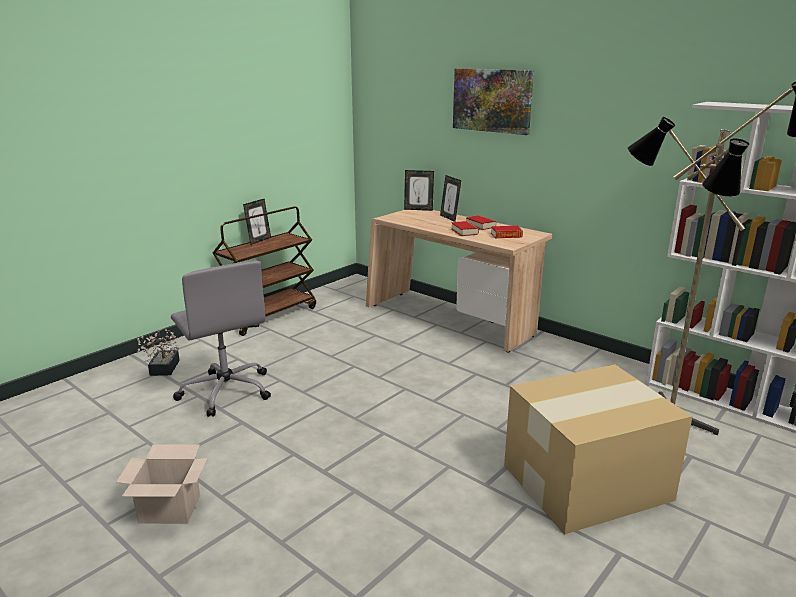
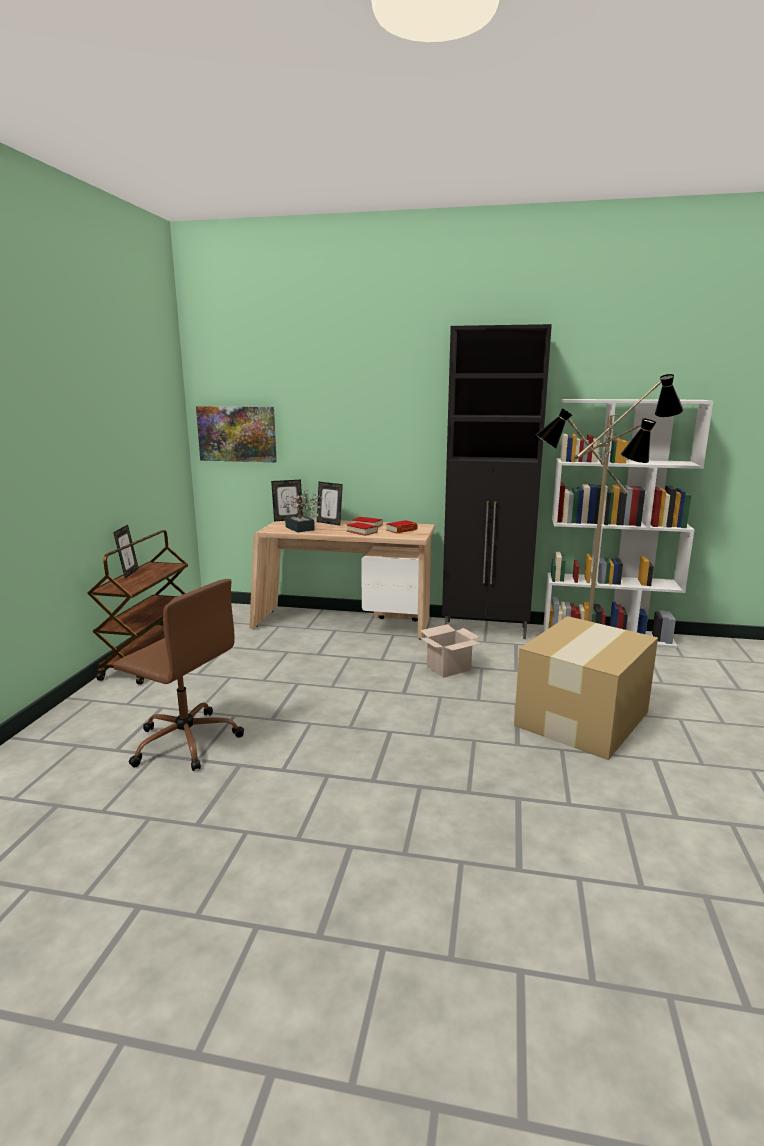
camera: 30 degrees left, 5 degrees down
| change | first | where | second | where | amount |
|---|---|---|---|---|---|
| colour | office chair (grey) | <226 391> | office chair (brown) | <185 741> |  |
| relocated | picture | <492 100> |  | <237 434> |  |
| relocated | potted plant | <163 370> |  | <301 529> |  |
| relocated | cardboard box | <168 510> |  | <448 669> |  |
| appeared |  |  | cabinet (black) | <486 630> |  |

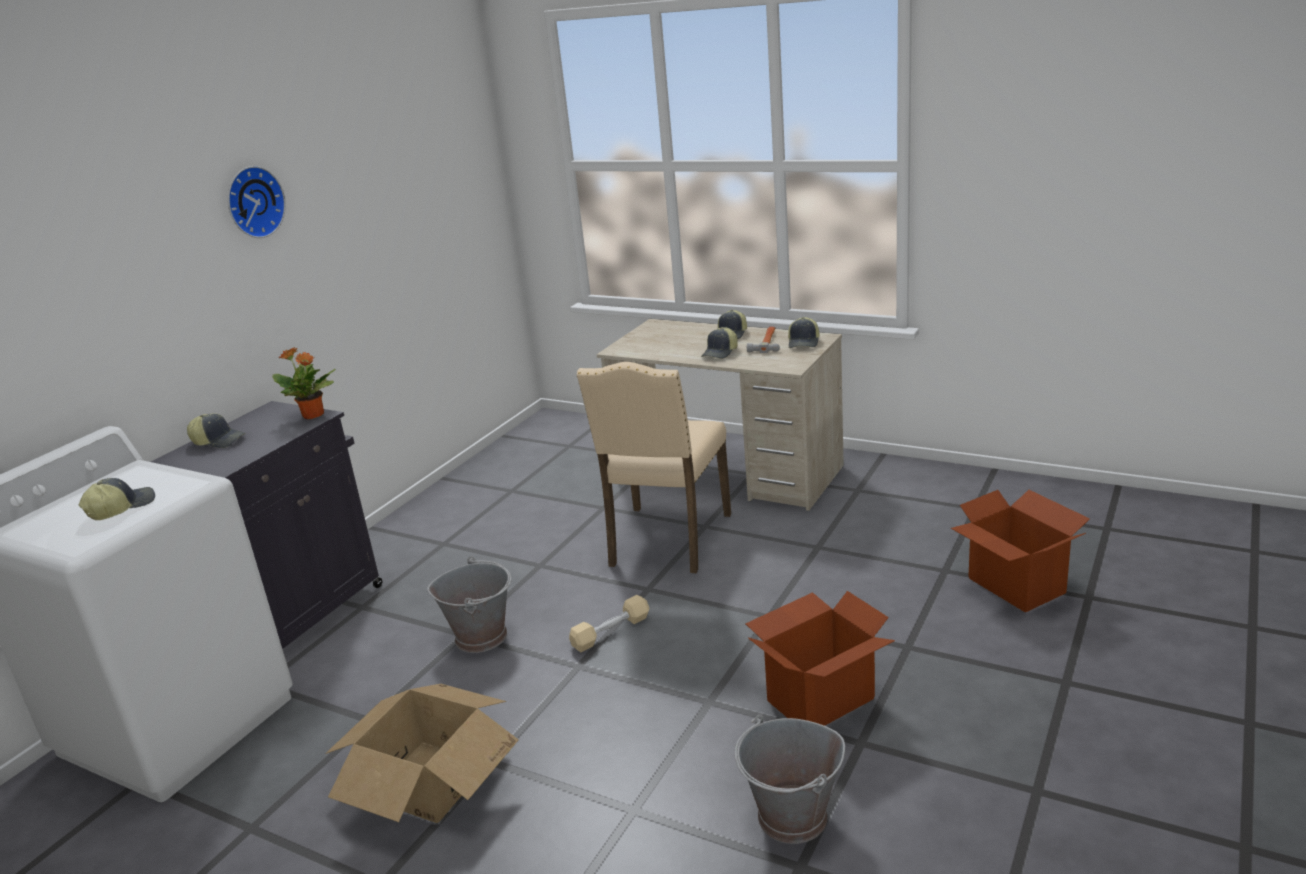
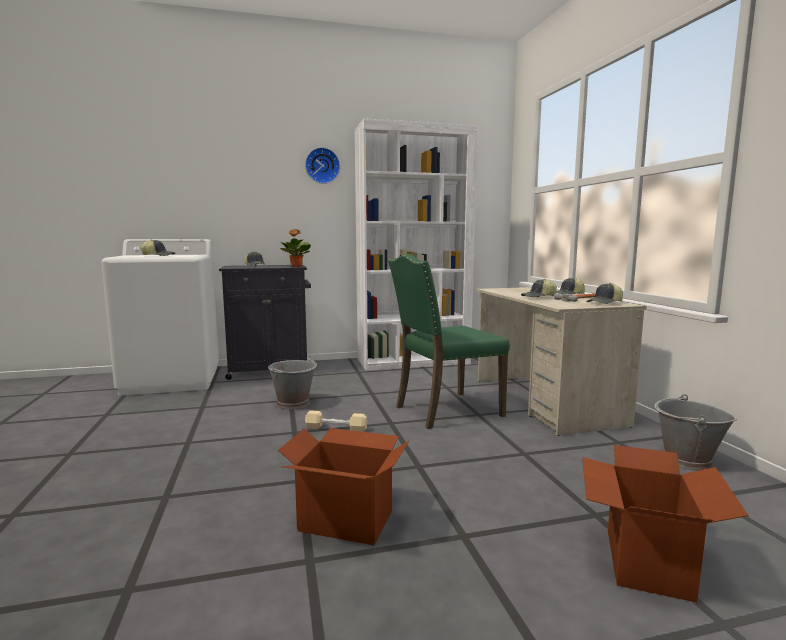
camera: 45 degrees right, 15 degrees down
| change | first | where | second | where | amount |
|---|---|---|---|---|---|
| appeared |  |  | bookcase (white) | <413 361> |  |
| colour | chair (beige) | <667 541> | chair (green) | <445 411> |  |
| relocated | bucket (grey) | <792 818> |  | <686 460> |  |
| missing | cardboard box | <430 780> |  |  |  |

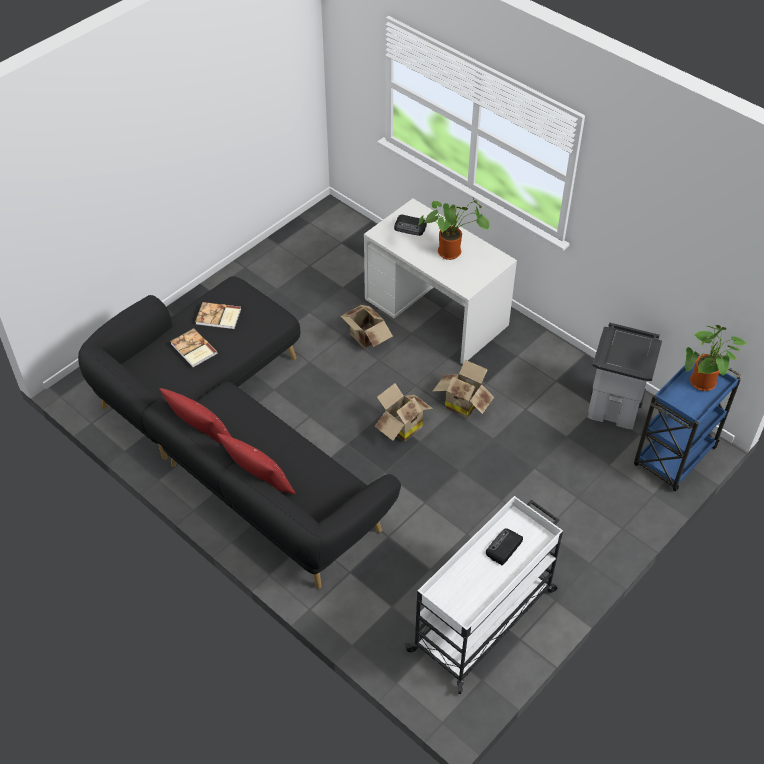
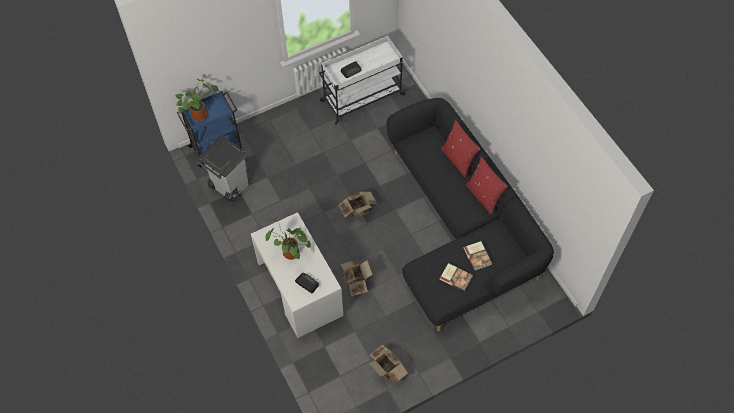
camera: 160 degrees left, 10 degrees up
| change | first | where | second | where | amount |
|---|---|---|---|---|---|
| relocated | cardboard box | <462 403> |  | <386 370> |  |

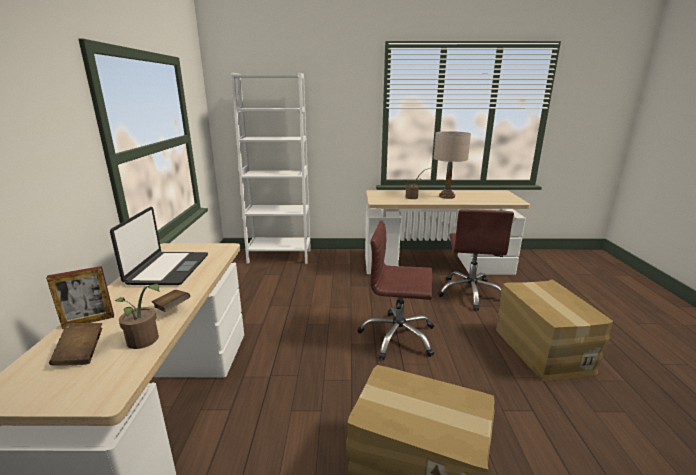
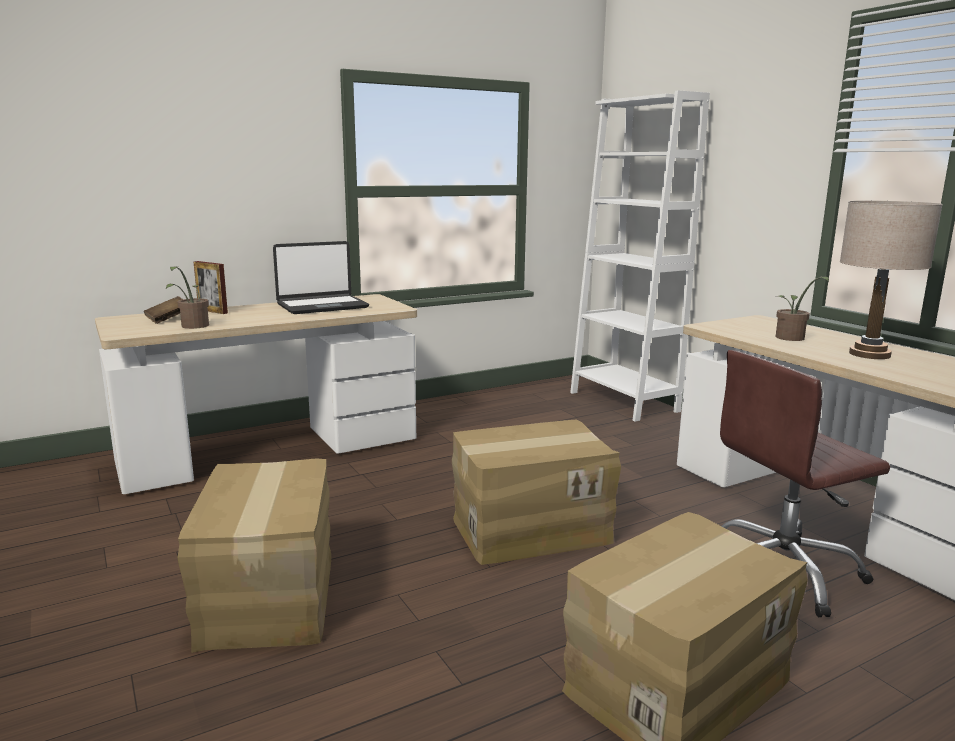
camera: 60 degrees right, 5 degrees down
| change | first | where | second | where | amount |
|---|---|---|---|---|---|
| exchanged | office chair (brown) | <398 337> | cardboard box | <530 529> |  |
| missing | book (brown) | <172 309> |  |  |  |

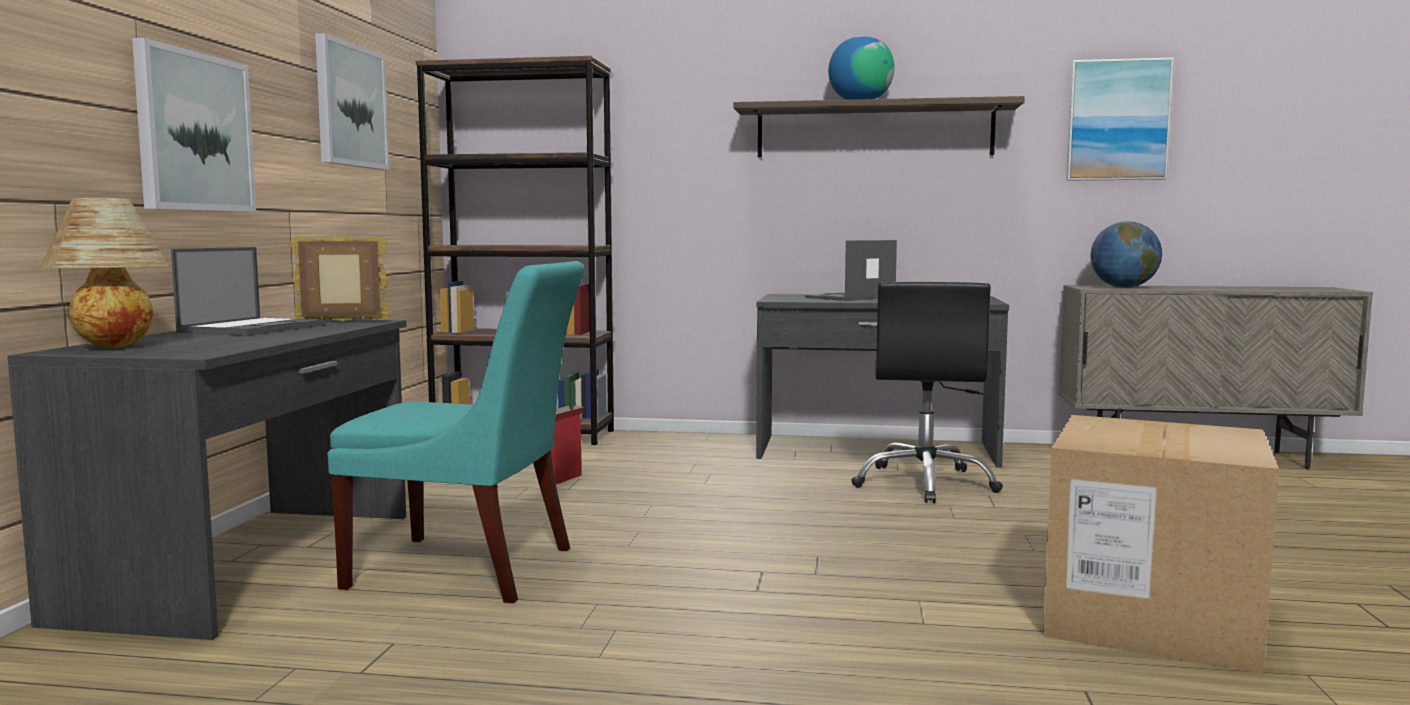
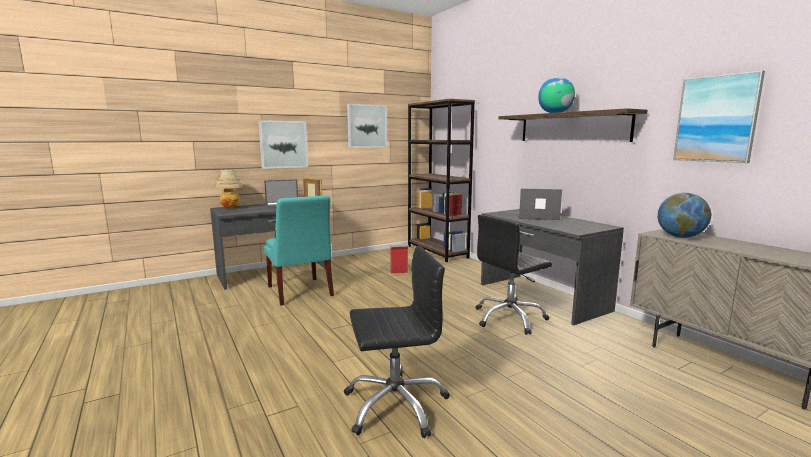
camera: 50 degrees right, 5 degrees up
| change | first | where | second | where | amount |
|---|---|---|---|---|---|
| exchanged | cardboard box | <1151 618> | office chair (black) | <395 404> |  |

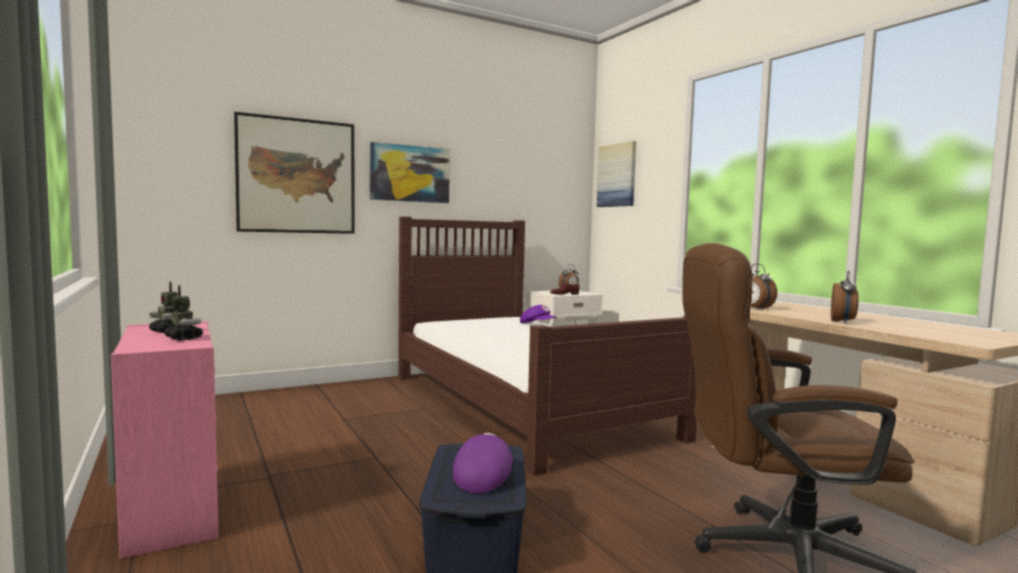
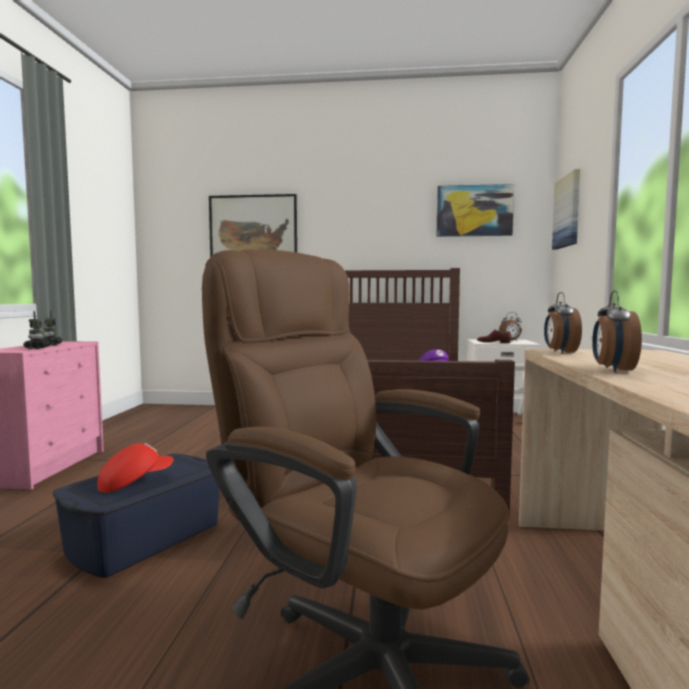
camera: 35 degrees right, 0 degrees up
| change | first | where | second | where | amount |
|---|---|---|---|---|---|
| colour | cap (purple) | <483 478> | cap (red) | <135 482> |  |
| relocated | picture | <410 173> |  | <474 211> |  |
| spun | alarm clock | <843 322> |  | <612 370> | 135 degrees clockwise |

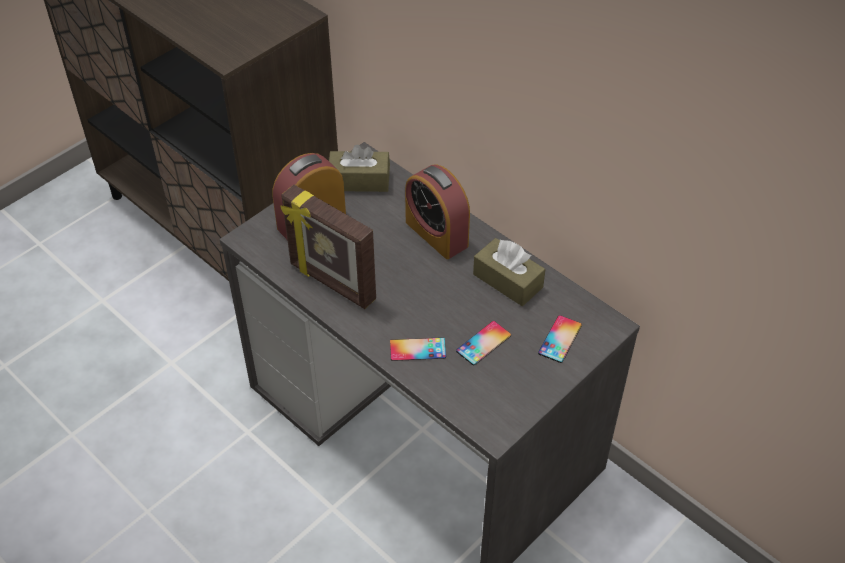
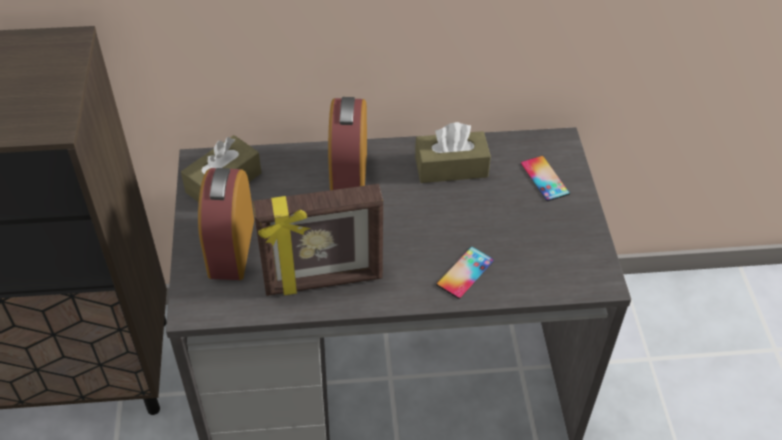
camera: 50 degrees left, 0 degrees up
| change | first | where | second | where | amount |
|---|---|---|---|---|---|
| spun | alarm clock | <436 234> |  | <349 175> | 90 degrees clockwise |
| missing | phone | <483 343> |  |  |  |

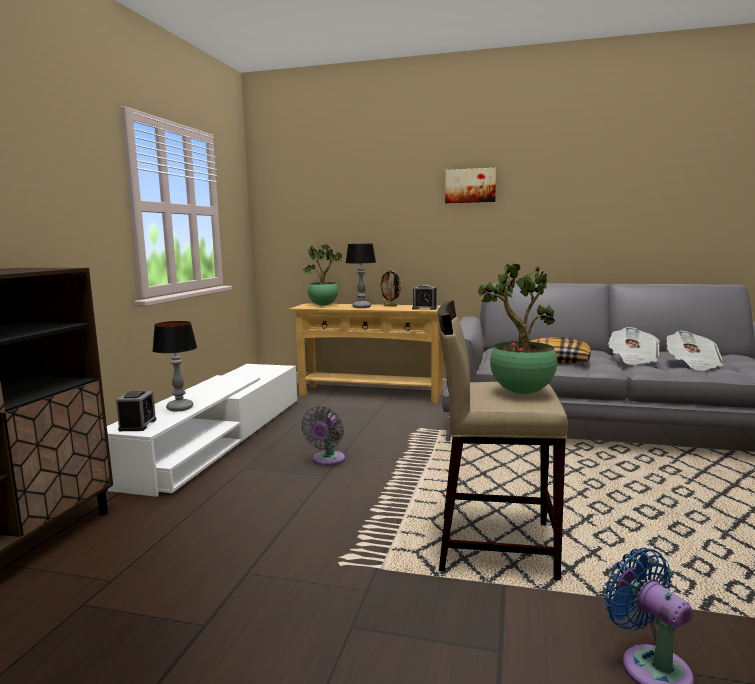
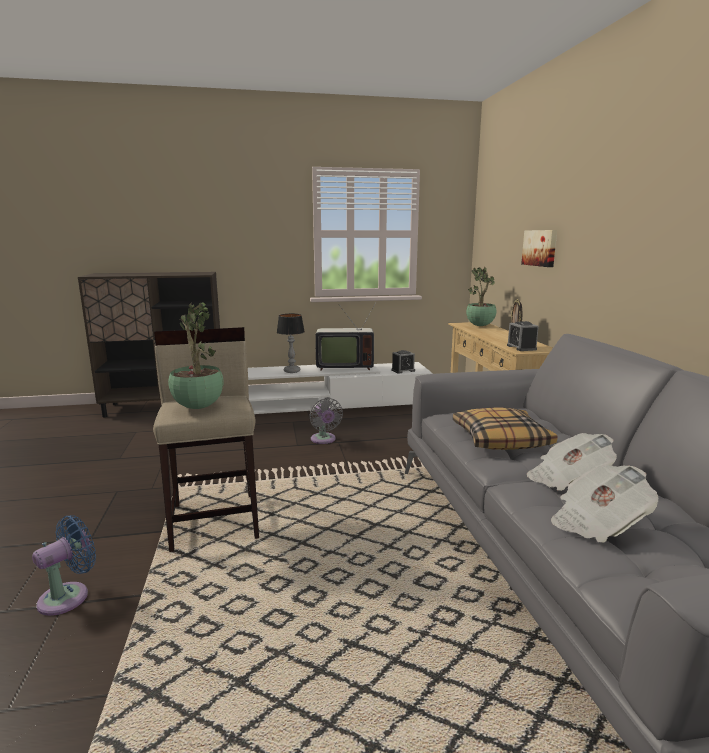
camera: 65 degrees right, 5 degrees up
| change | first | where | second | where | amount |
|---|---|---|---|---|---|
| spun | fan (grey) | <327 460> |  | <324 440> | 105 degrees counterclockwise |
| appeared |  |  | television | <343 366> |  |
| relocated | alarm clock | <137 425> |  | <403 370> |  |
| relocated | picture | <470 186> |  | <540 248> |  |
| missing | table lamp | <361 307> |  |  |  |

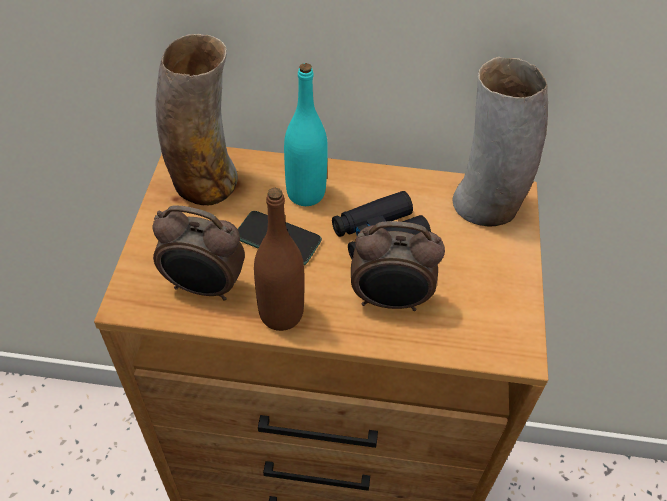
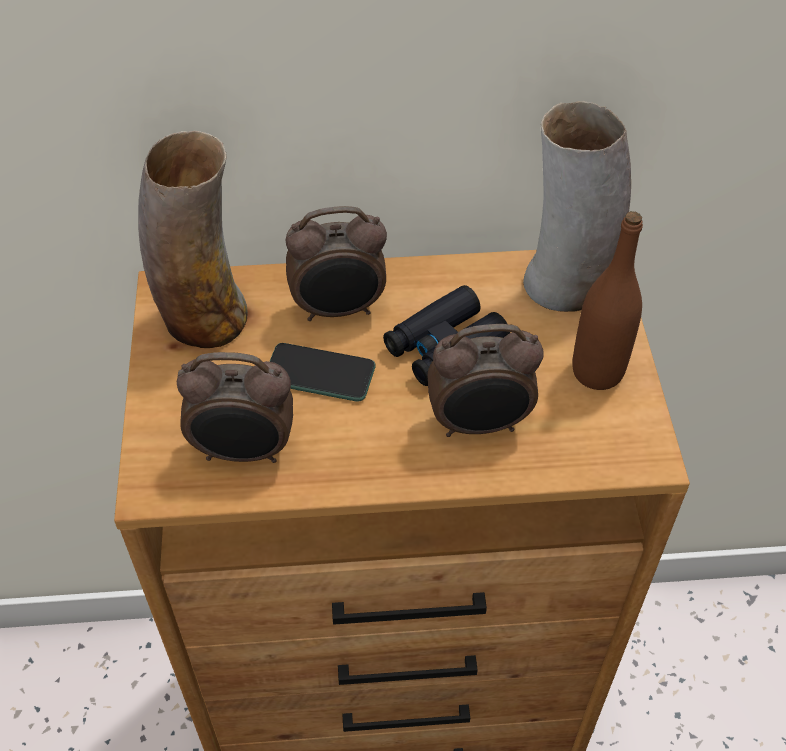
camera: 10 degrees left, 0 degrees up
| change | first | where | second | where | amount |
|---|---|---|---|---|---|
| exchanged | bottle (turquoise) | <306 193> | alarm clock | <339 310> |  |
| relocated | bottle (brown) | <281 314> |  | <597 371> |  |

